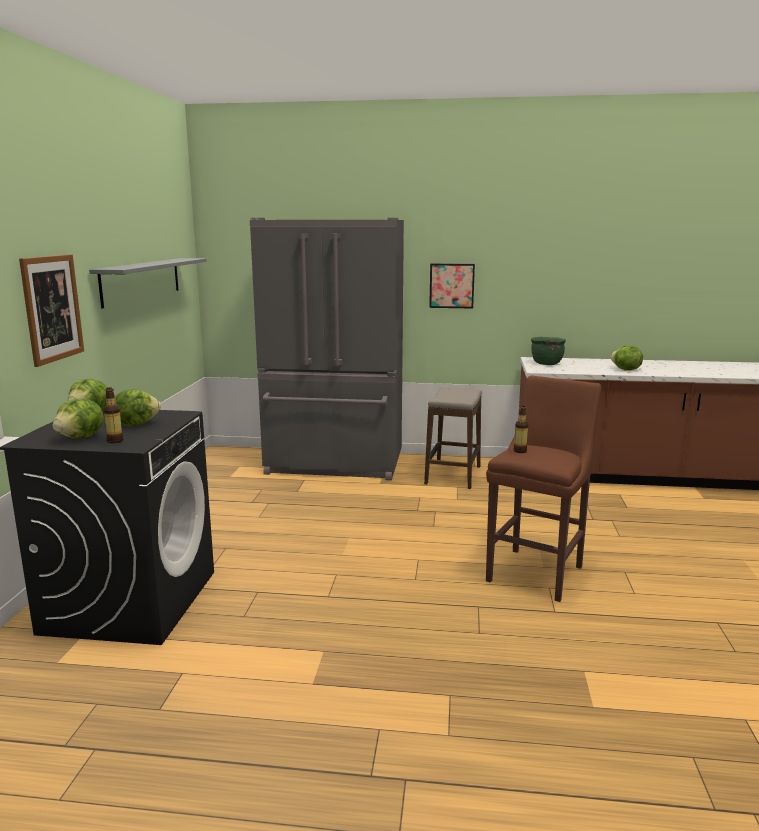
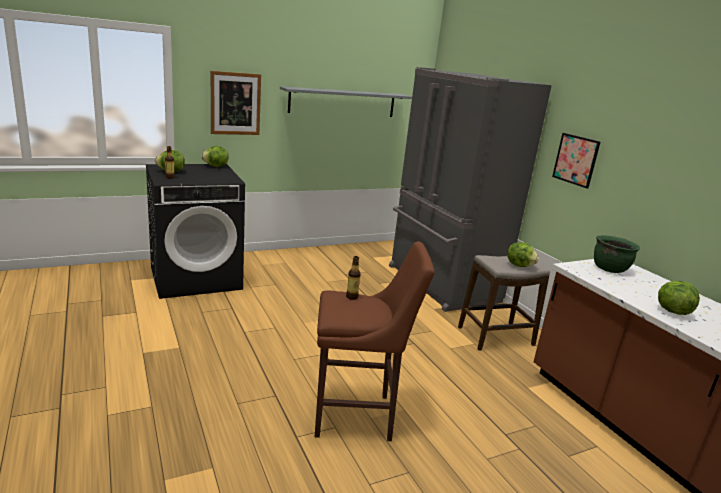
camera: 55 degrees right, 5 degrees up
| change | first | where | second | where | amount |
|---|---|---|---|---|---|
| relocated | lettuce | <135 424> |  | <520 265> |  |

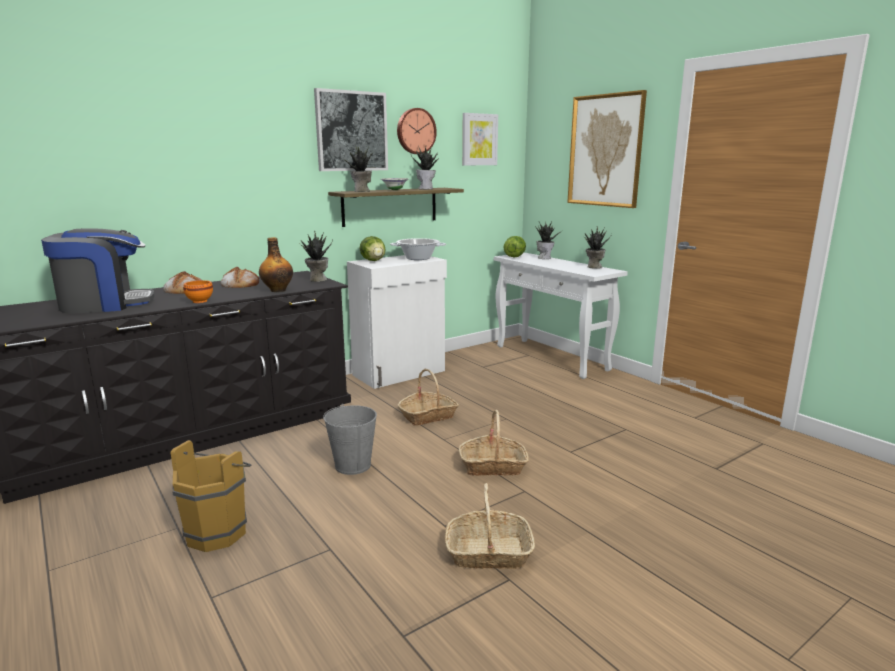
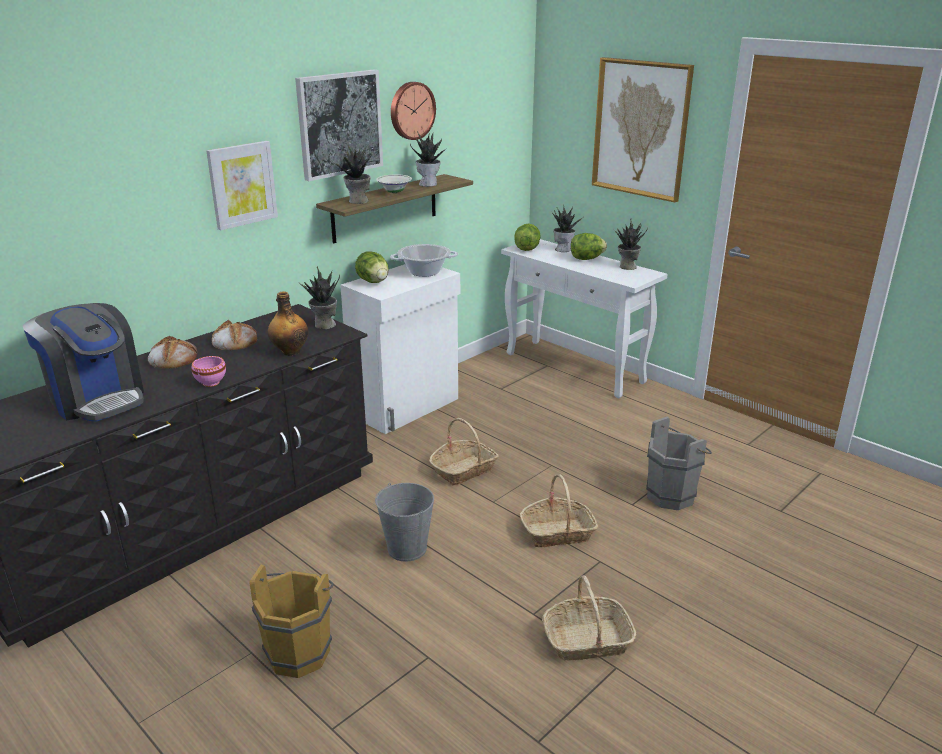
camera: 10 degrees left, 10 degrees up
| change | first | where | second | where | amount |
|---|---|---|---|---|---|
| spun | coffee machine | <105 304> |  | <97 398> | 75 degrees clockwise |
| colour | bowl (orange) | <199 301> | bowl (pink) | <210 383> |  |
| relocated | picture | <479 139> |  | <242 184> |  |
| appeared |  |  | lettuce | <586 259> |  |
| appeared |  |  | bucket (grey) | <673 495> |  |

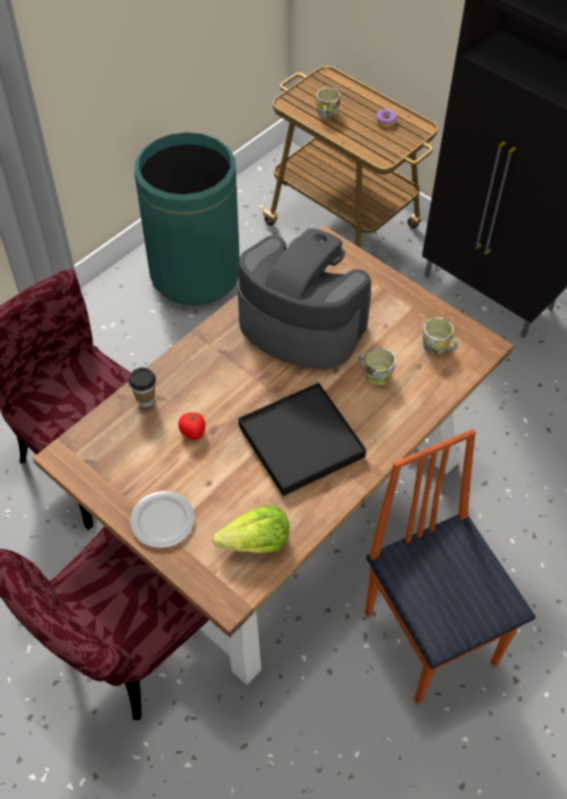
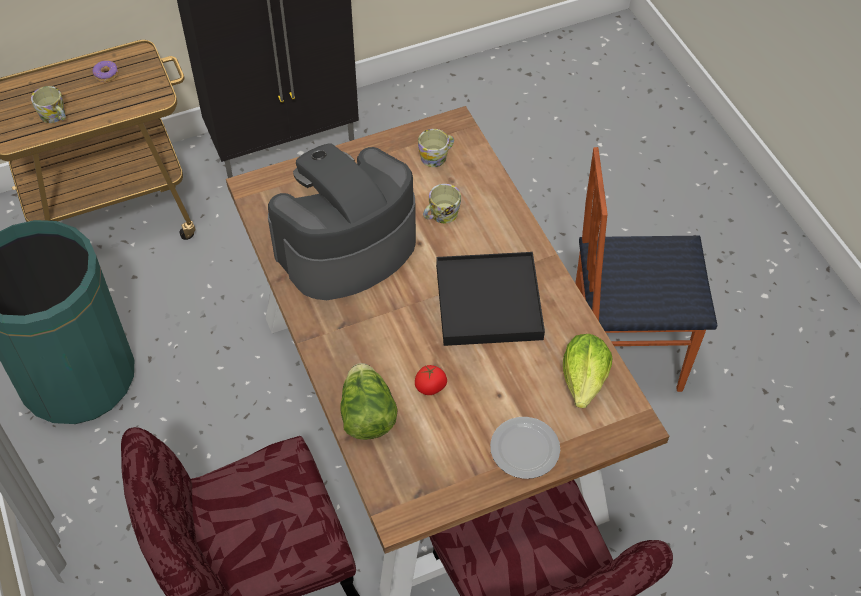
camera: 65 degrees left, 0 degrees up
| change | first | where | second | where | amount |
|---|---|---|---|---|---|
| exchanged | cup | <146 400> | lettuce | <366 415> |  |

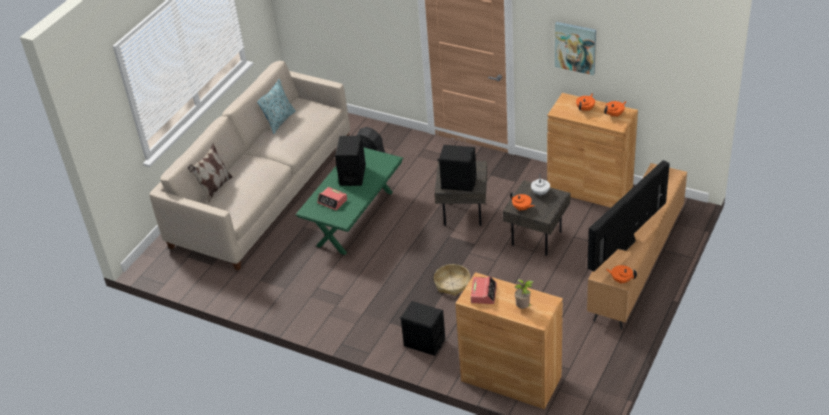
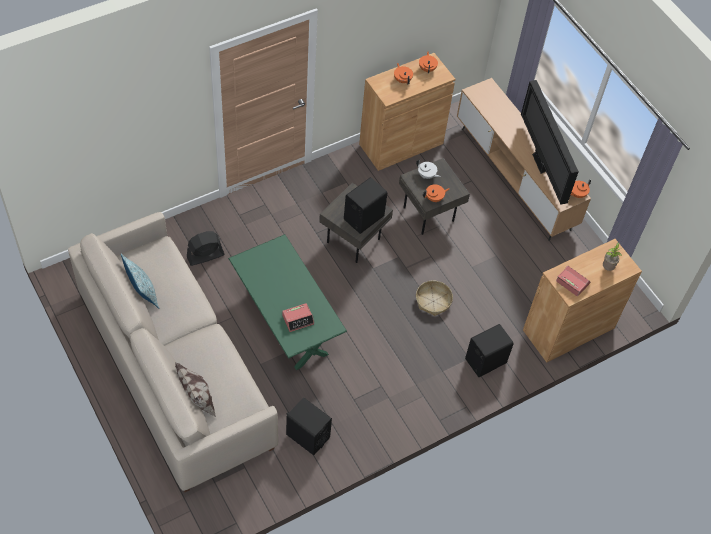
camera: 65 degrees left, 15 degrees up
| change | first | where | second | where | amount |
|---|---|---|---|---|---|
| relocated | speaker (black) | <352 175> |  | <307 436> |  |
| missing | picture | <575 47> |  |  |  |

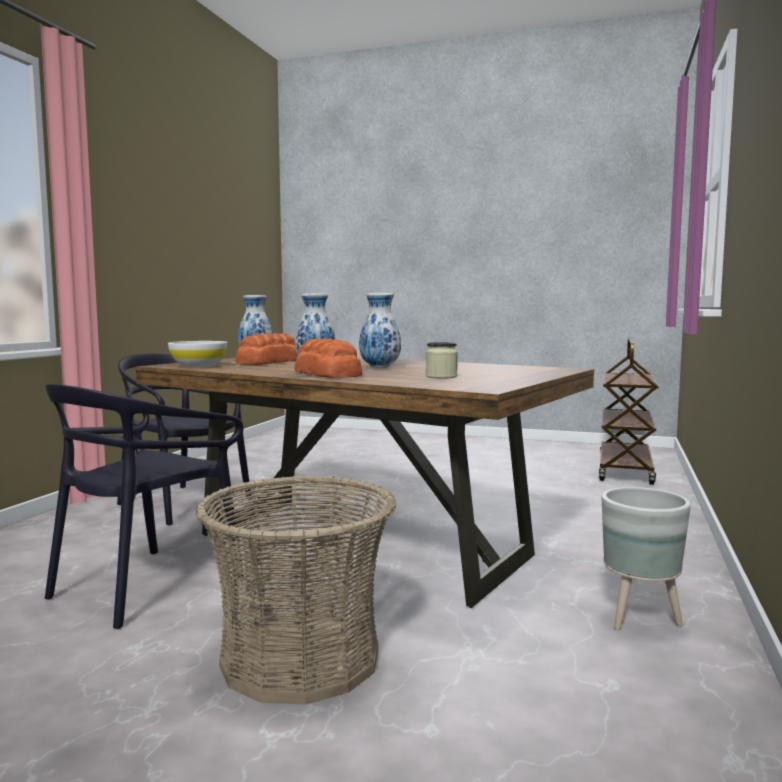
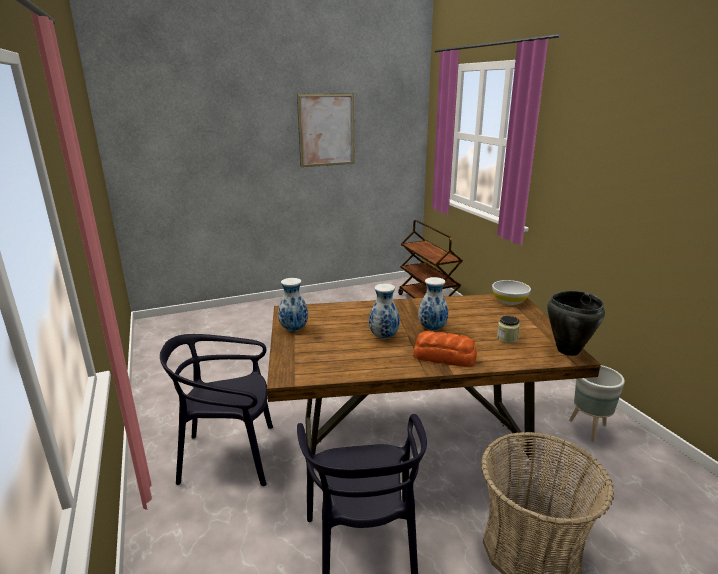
camera: 40 degrees left, 15 degrees up
| change | first | where | second | where | amount |
|---|---|---|---|---|---|
| appeared |  |  | picture | <326 130> |  |
| relocated | bowl (white) | <198 366> |  | <509 301> |  |
| appeared |  |  | cooking pot (black) | <567 350> |  |
| missing | bread | <268 362> |  |  |  |

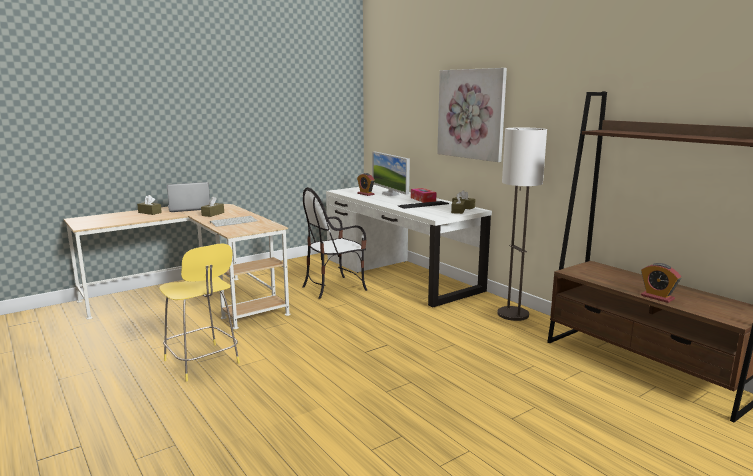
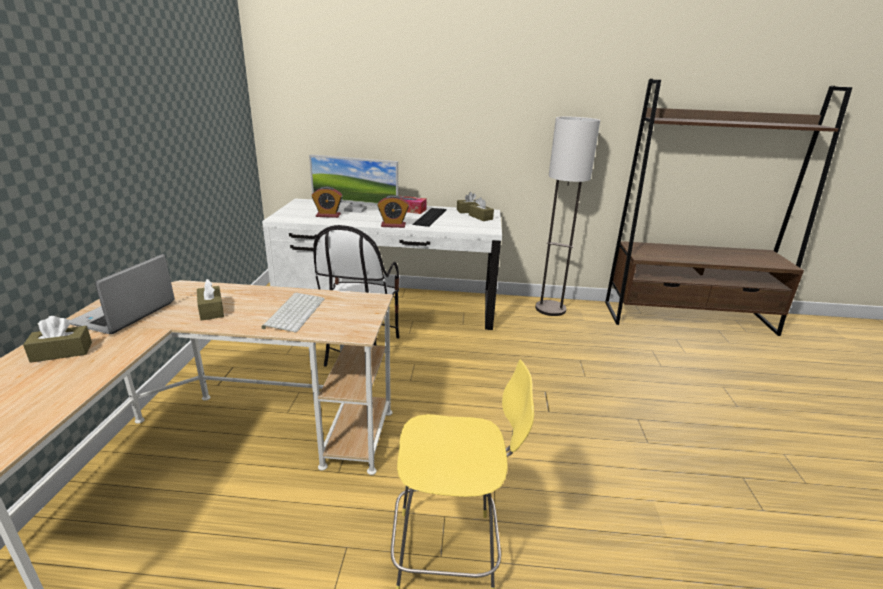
camera: 50 degrees left, 10 degrees up
| change | first | where | second | where | amount |
|---|---|---|---|---|---|
| relocated | alarm clock | <657 297> |  | <393 225> |  |
| missing | picture | <471 114> |  |  |  |

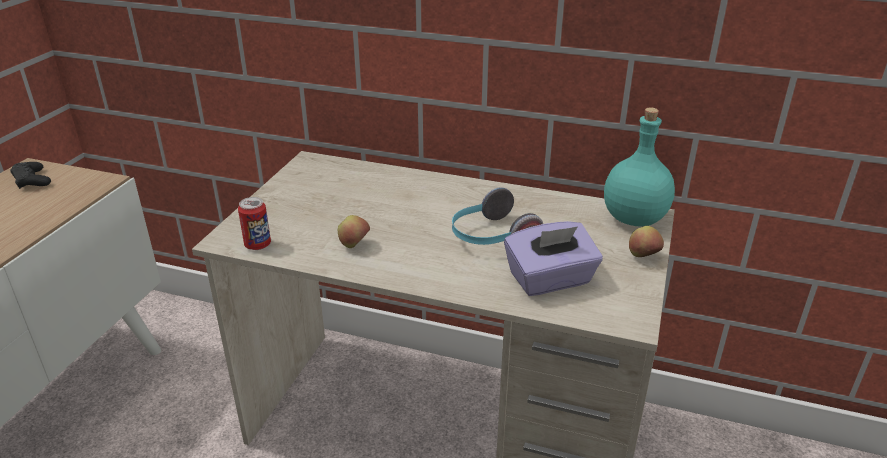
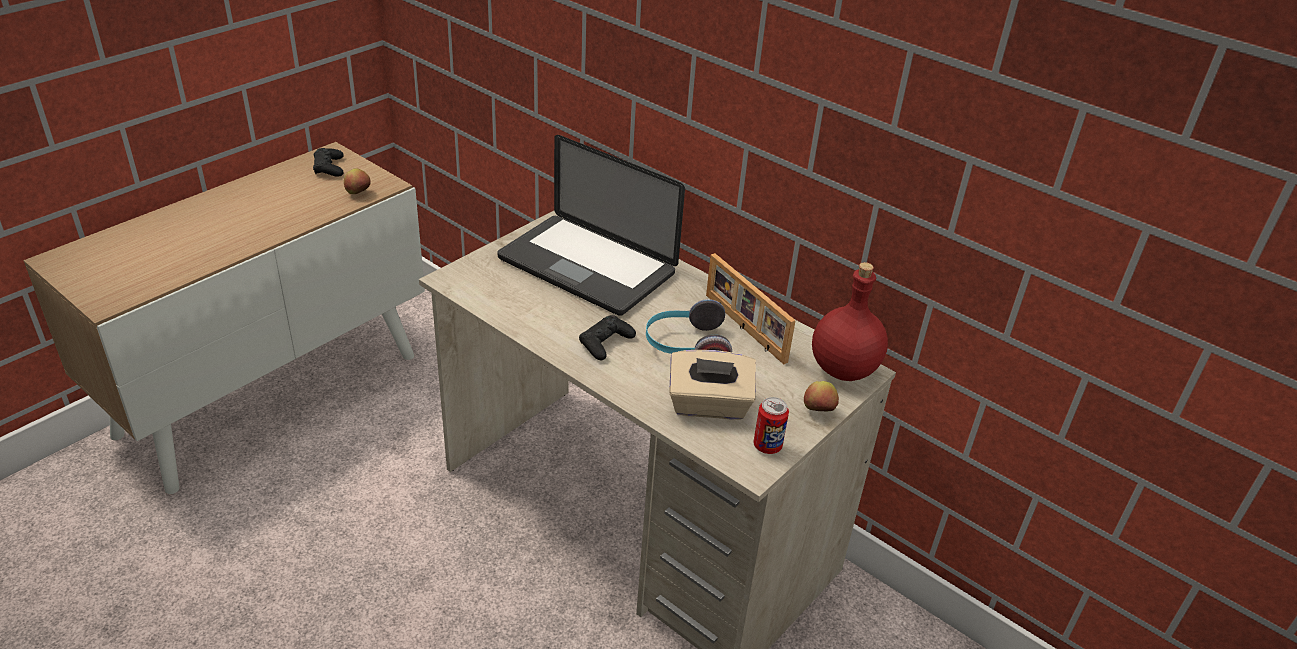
camera: 20 degrees right, 5 degrees up
| change | first | where | second | where | amount |
|---|---|---|---|---|---|
| relocated | apple | <354 245> |  | <358 193> |  |
| appeared |  |  | laptop | <586 266> |  |
| appeared |  |  | game controller (black) | <605 343> |  |
| colour | tissue box (purple) | <550 280> | tissue box (beige) | <709 405> |  |
| appeared |  |  | picture frame | <743 328> |  |
| relocated | can | <258 245> |  | <767 446> |  |
| colour | bottle (turquoise) | <633 218> | bottle (red) | <843 368> |  |

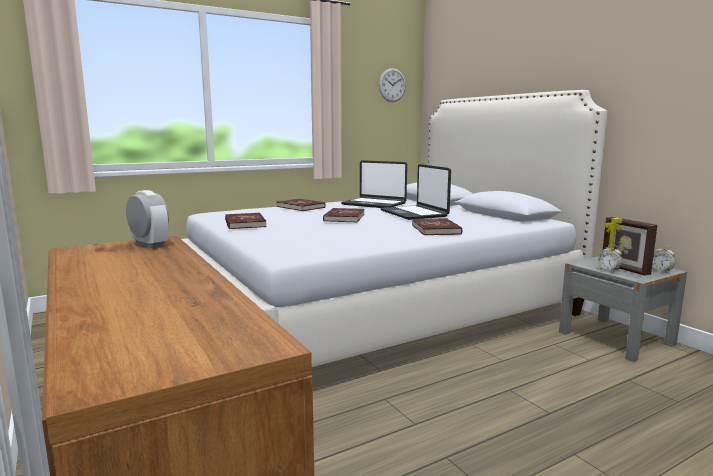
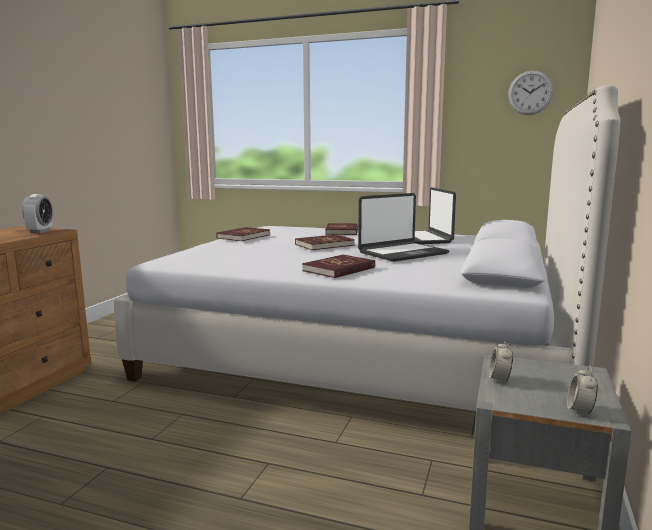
camera: 50 degrees right, 0 degrees up
| change | first | where | second | where | amount |
|---|---|---|---|---|---|
| spun | laptop | <414 213> |  | <402 253> | 150 degrees counterclockwise |
| missing | picture frame | <624 269> |  |  |  |

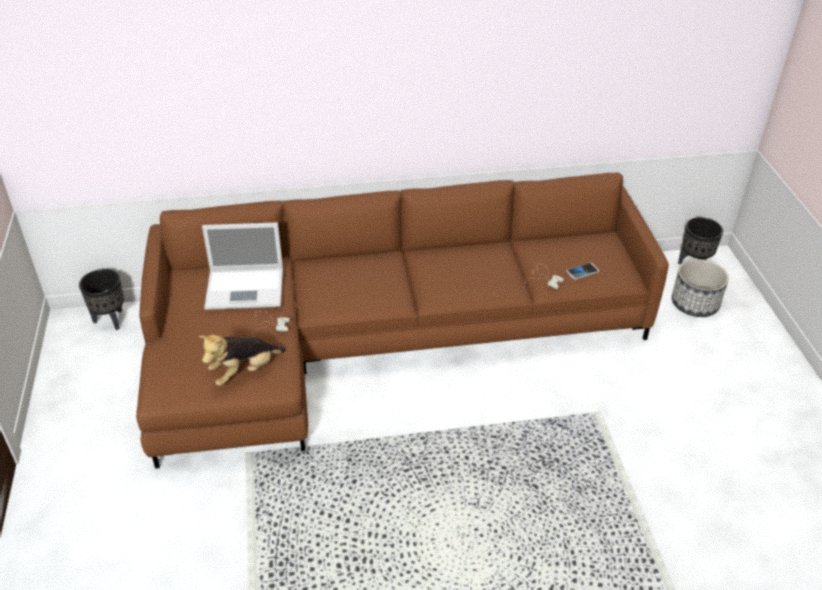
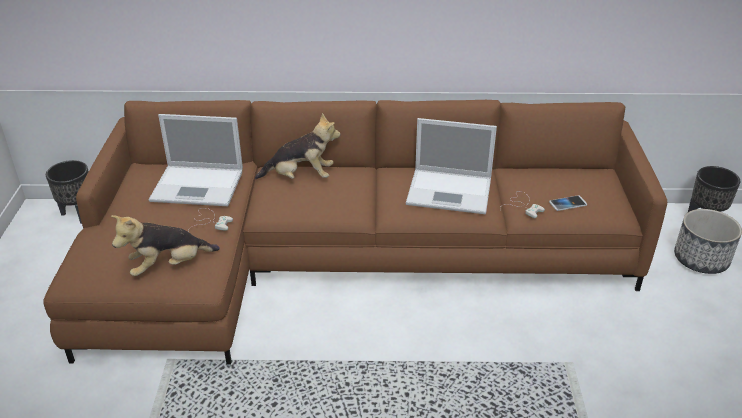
camera: 10 degrees right, 5 degrees down
| change | first | where | second | where | amount |
|---|---|---|---|---|---|
| appeared |  |  | plush toy | <301 177> |  |
| appeared |  |  | laptop | <451 191> |  |

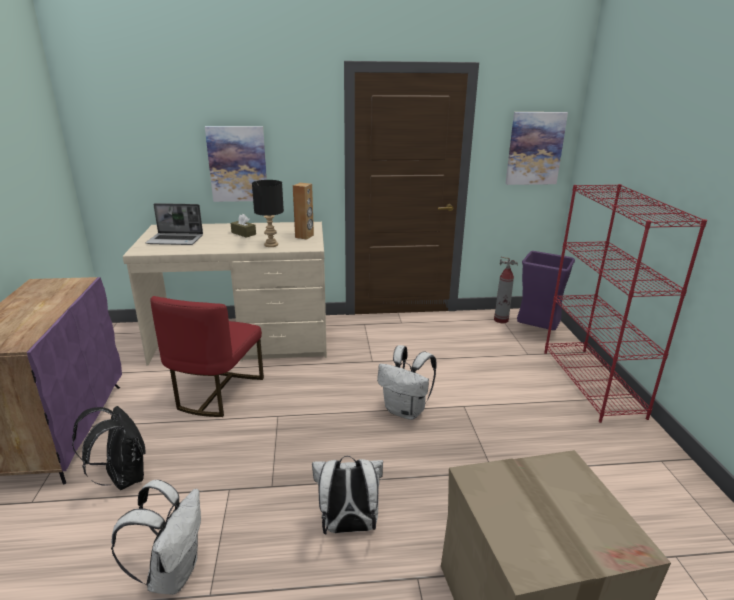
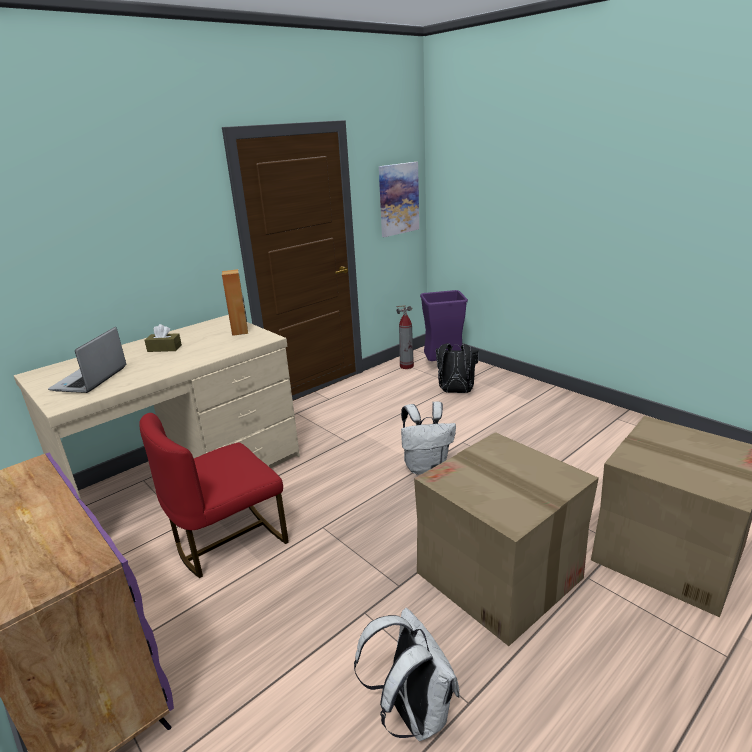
camera: 35 degrees left, 0 degrees up
| change | first | where | second | where | amount |
|---|---|---|---|---|---|
| spun | laptop | <176 240> |  | <90 379> | 135 degrees clockwise |
| spun | chair (red) | <216 392> |  | <228 540> | 75 degrees clockwise |
| exchanged | backpack (white) | <348 527> | cardboard box | <500 576> |  |
| relocated | backpack (black) | <123 478> |  | <455 392> |  |
| missing | picture | <237 164> |  |  |  |
| missing | table lamp (black) | <271 245> |  |  |  |
| missing | bookcase (red) | <592 383> |  |  |  |

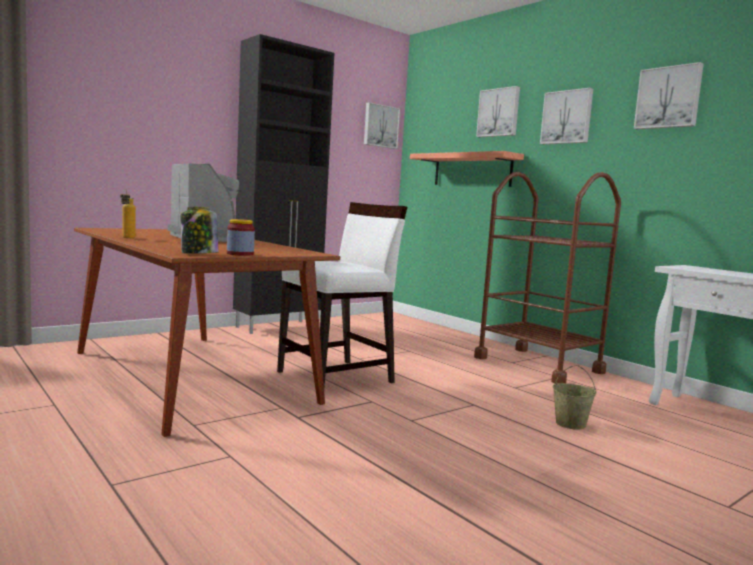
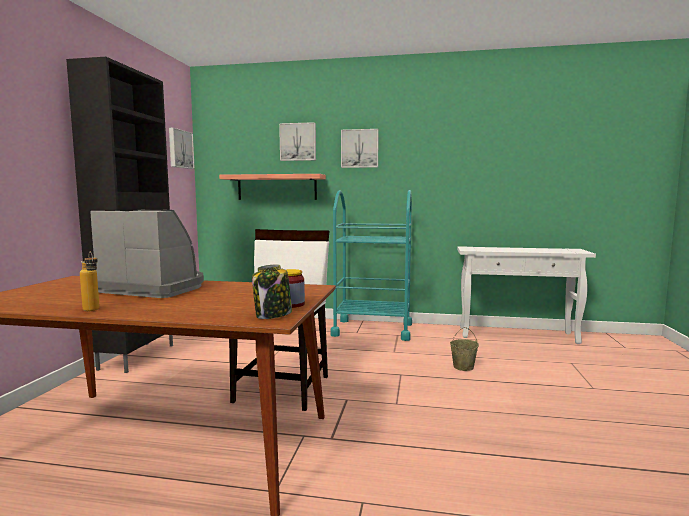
camera: 40 degrees left, 0 degrees up
| change | first | where | second | where | amount |
|---|---|---|---|---|---|
| colour | cart (brown) | <538 365> | cart (turquoise) | <372 330> |  |
| missing | picture | <668 97> |  |  |  |

